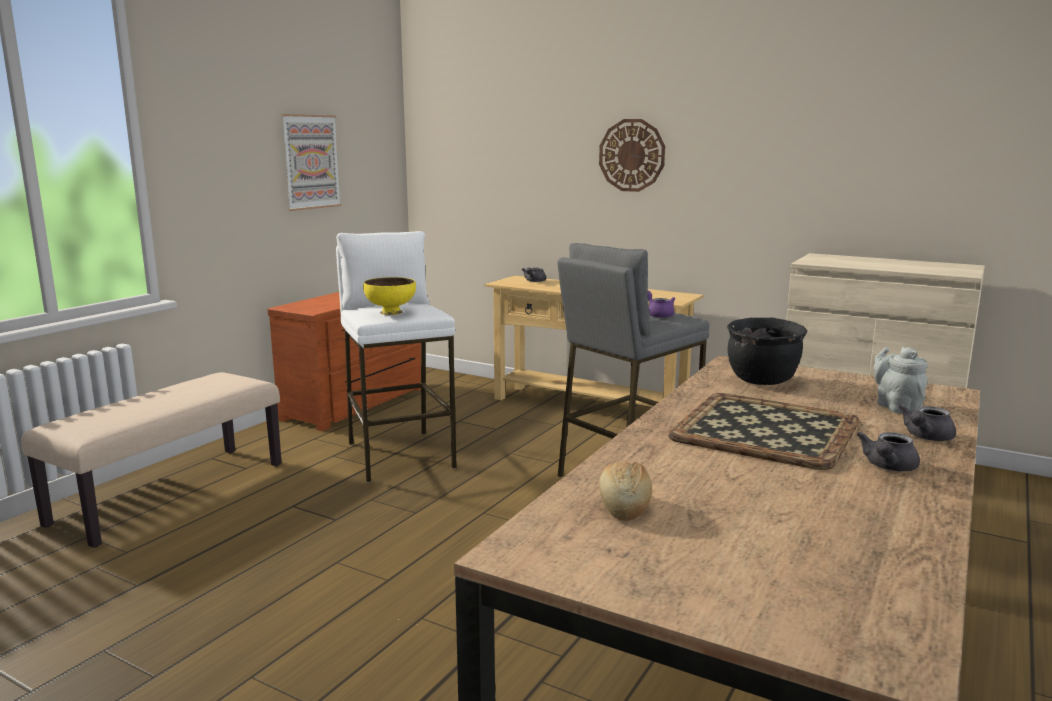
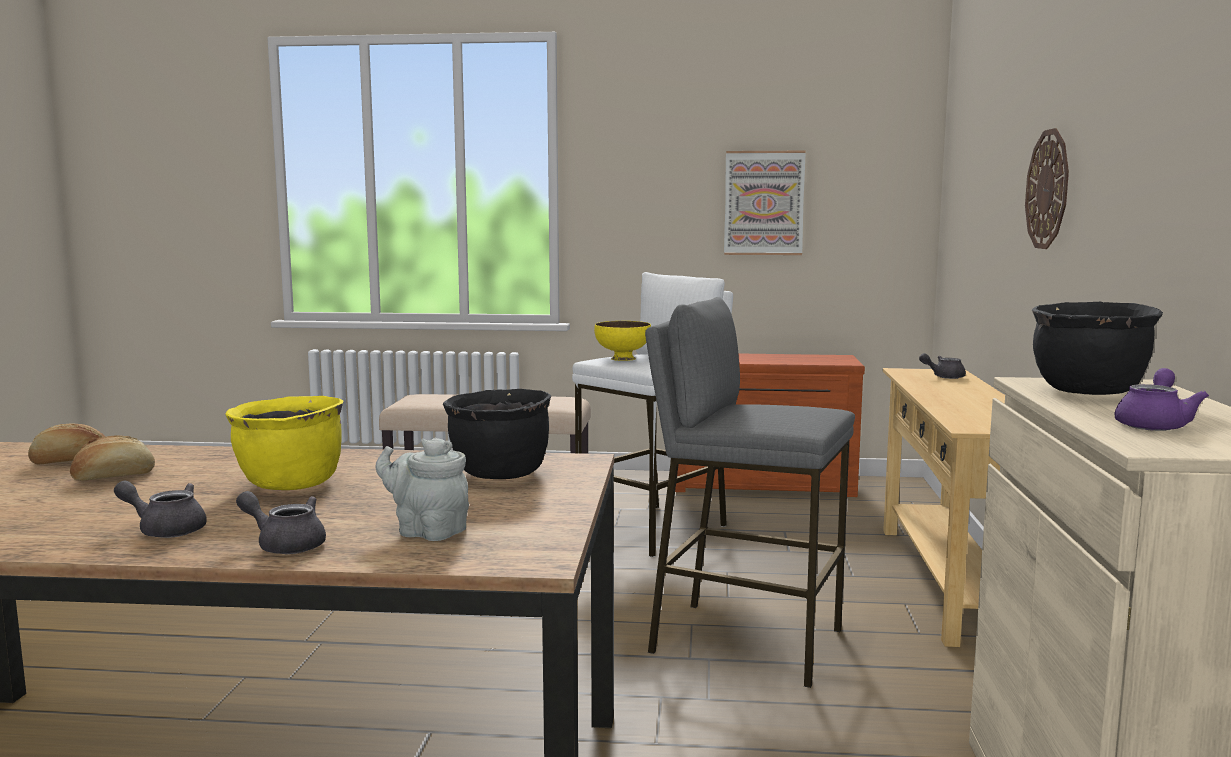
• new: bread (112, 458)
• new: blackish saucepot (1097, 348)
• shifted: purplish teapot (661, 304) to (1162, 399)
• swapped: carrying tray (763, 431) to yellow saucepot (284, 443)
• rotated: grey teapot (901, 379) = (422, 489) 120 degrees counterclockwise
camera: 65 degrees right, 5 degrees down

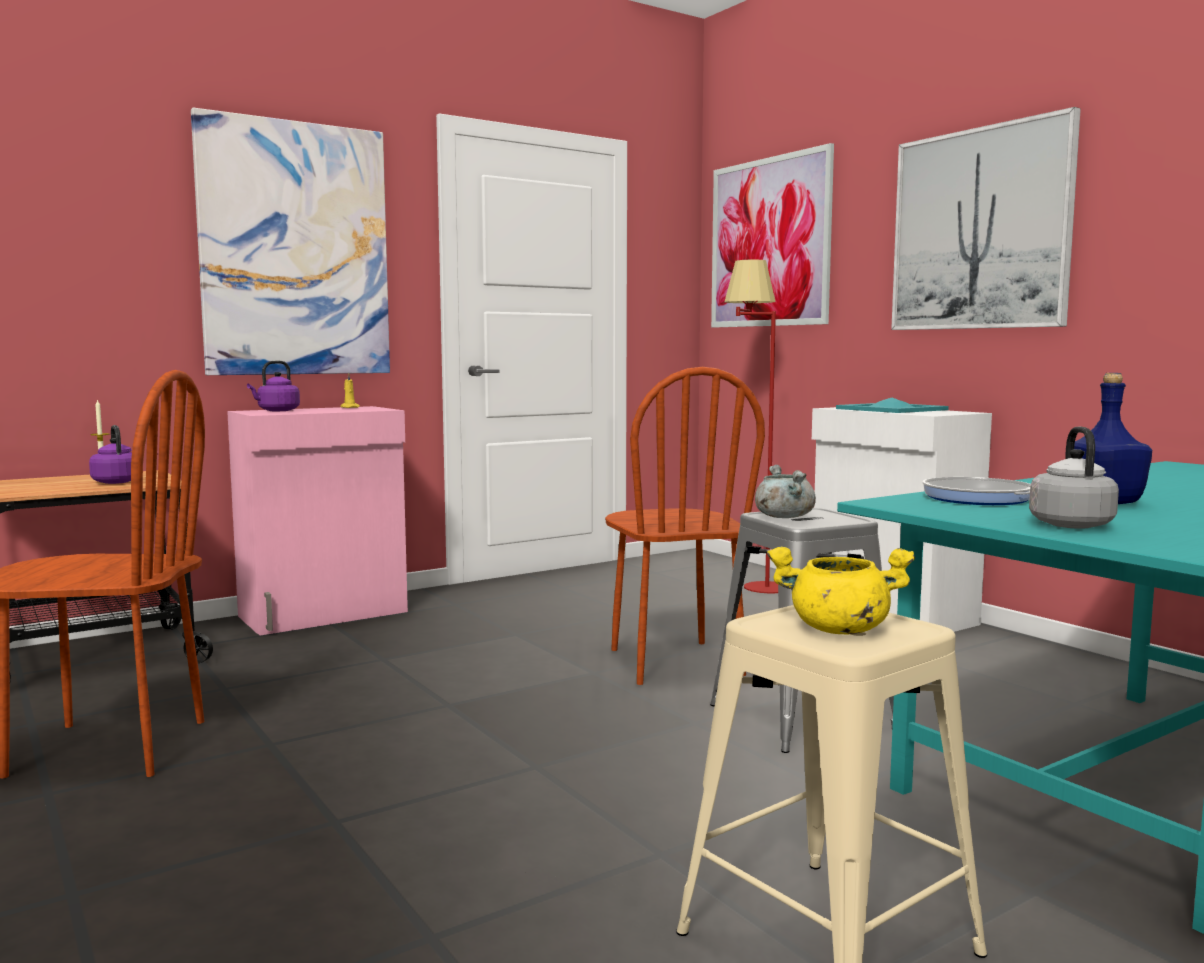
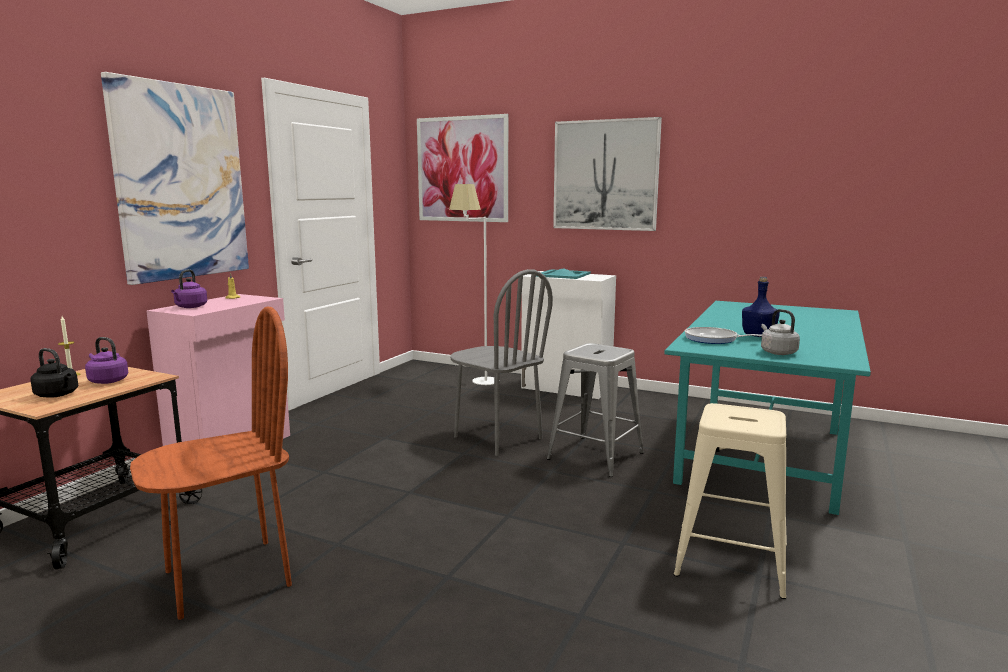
• gone: grey saucepot (785, 491)
• gone: yellow saucepot (841, 590)
• new: blackish tea kettle (54, 373)
• repainted: brown upright chair (685, 526) to grey upright chair (501, 362)
• repainted: red standing lamp (751, 426) to white standing lamp (474, 284)
camera: 30 degrees left, 5 degrees up

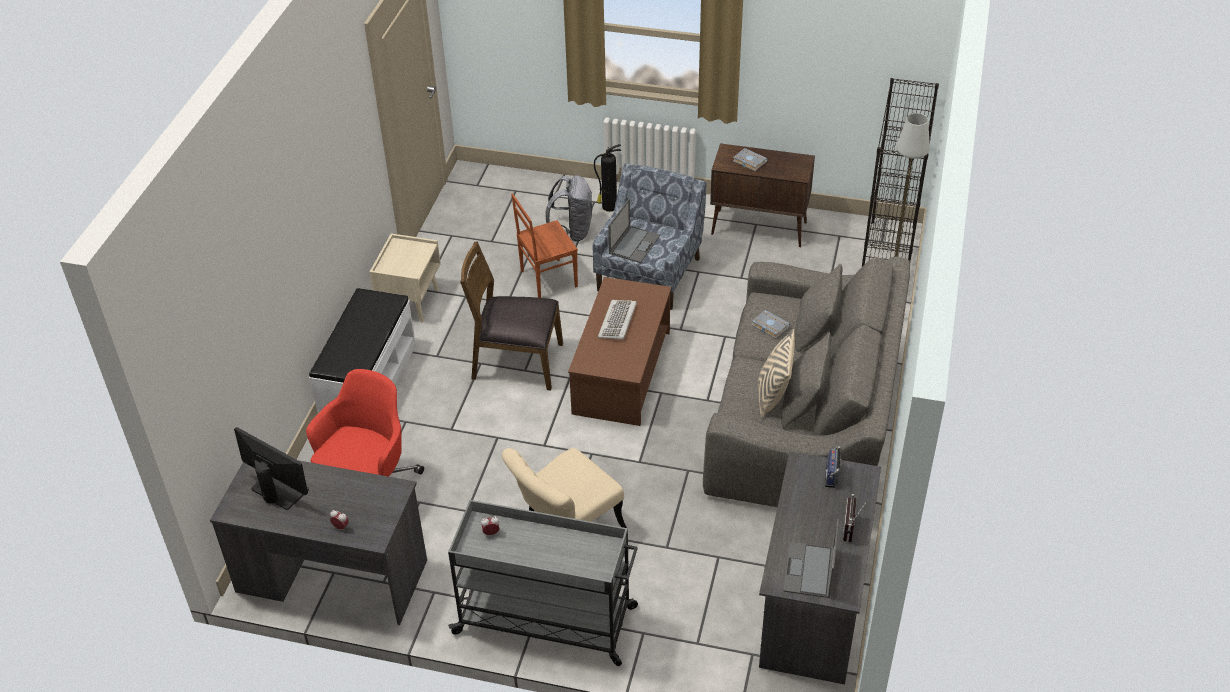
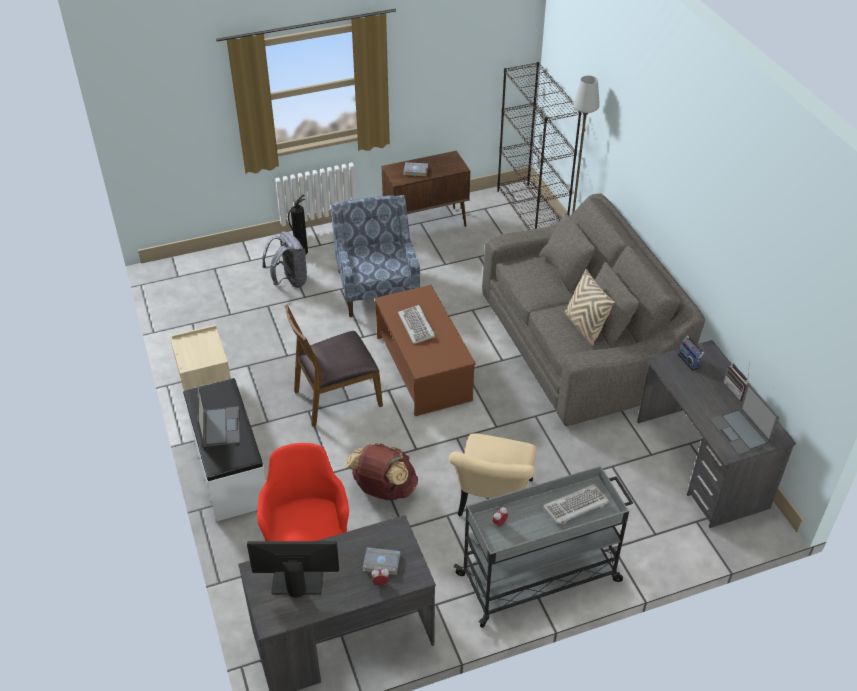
• gone: brown upright chair (544, 245)
• new: brown knapsack (381, 472)
• new: computer keyboard (576, 504)
• shifted: portable computer (634, 231) to (218, 416)
• shifted: grey bound book (770, 324) to (381, 561)
camera: 35 degrees left, 0 degrees up

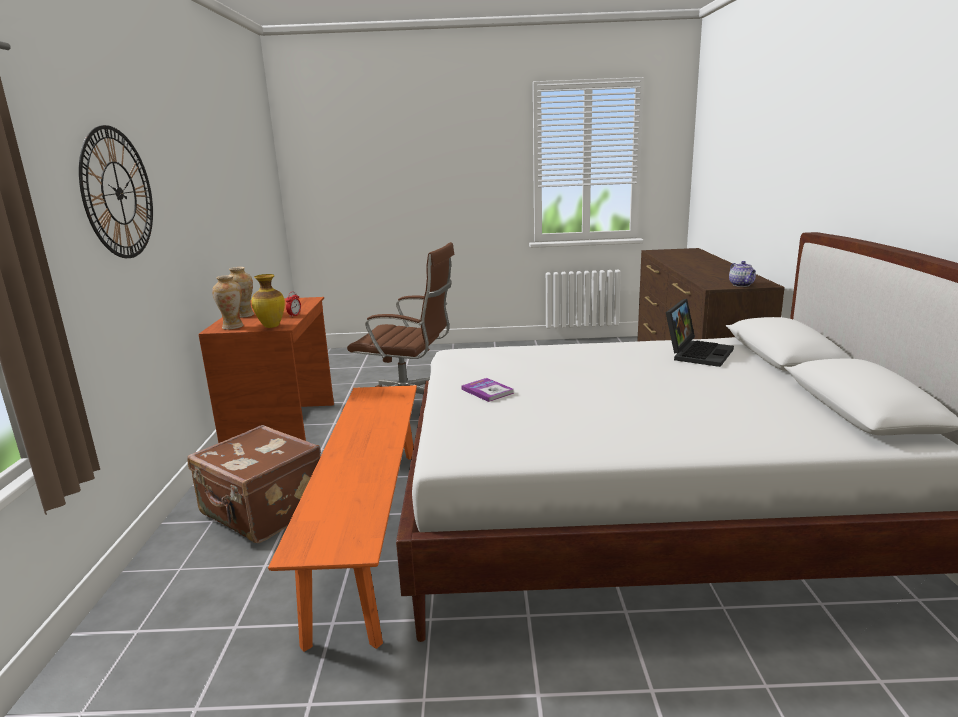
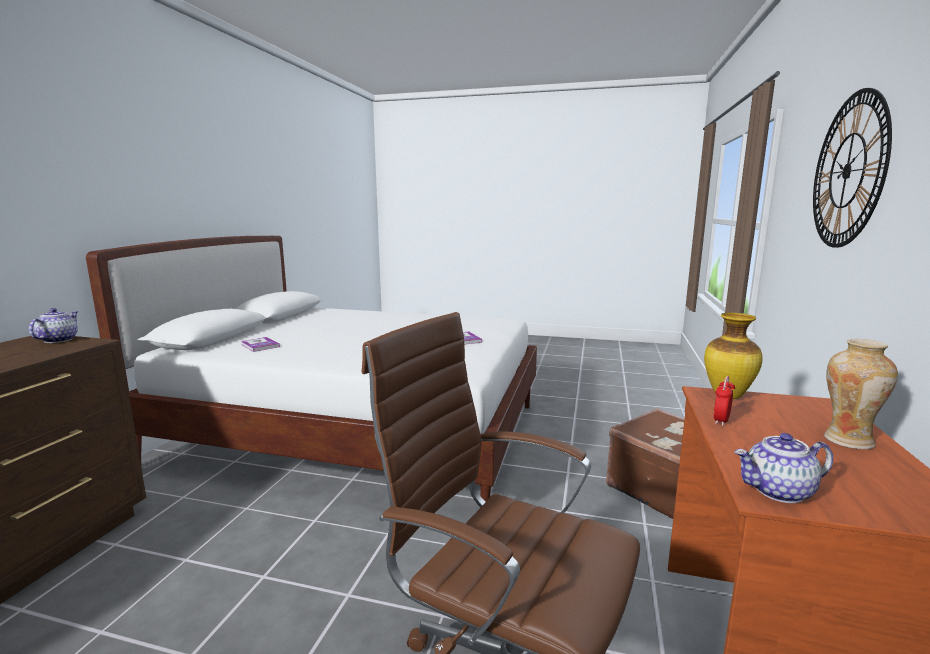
• gone: vase (228, 302)
• gone: orange-coloured bench (342, 518)
• new: teapot (784, 468)
• swapped: portable computer (700, 333) to bound book (260, 344)
camera: 165 degrees left, 5 degrees down

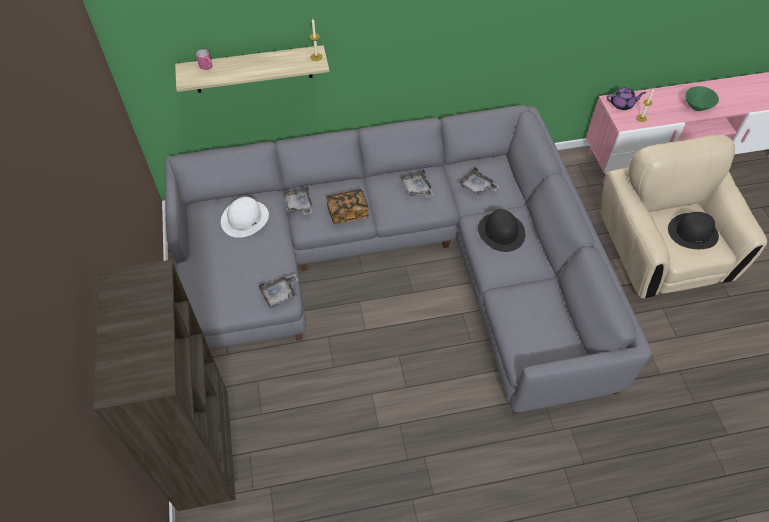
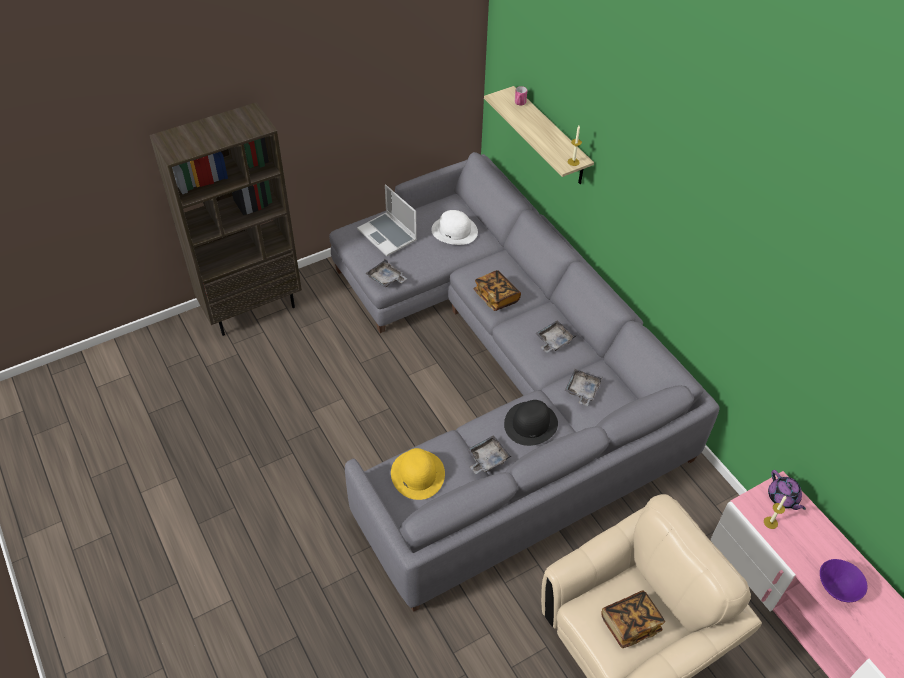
• new: portable computer (387, 220)
• new: yellow wearable hat (418, 474)
• shifted: grey carrying tray (297, 200) to (489, 454)
• swapped: blackish wearable hat (693, 230) to bound book (633, 619)
• repainted: greenish deep dish (702, 98) to purplish deep dish (843, 580)
camera: 70 degrees right, 5 degrees down

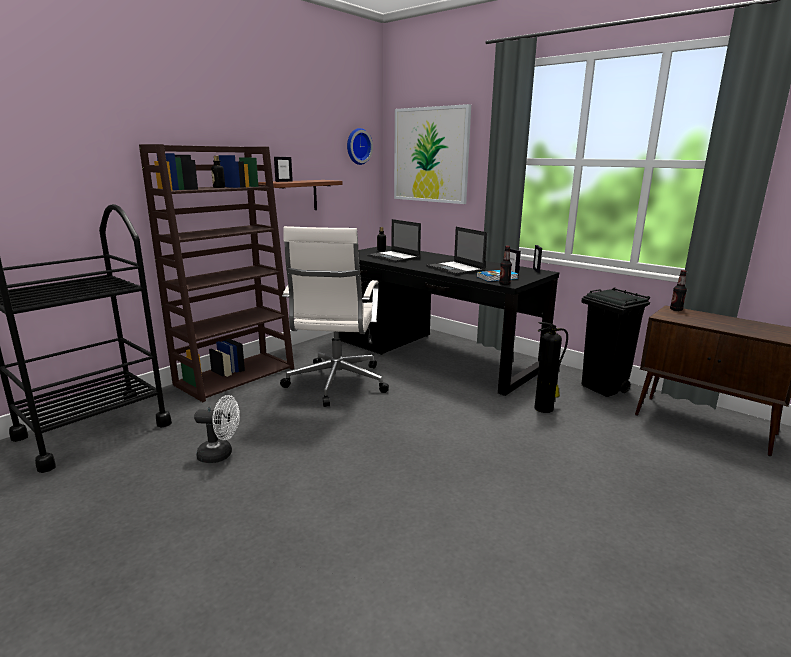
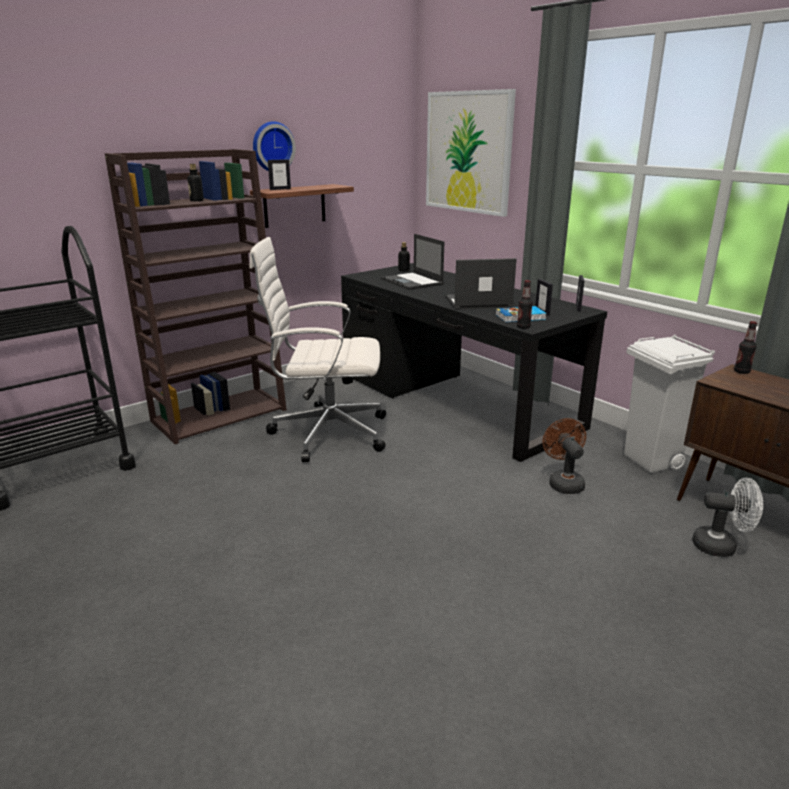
• shifted: white fan (217, 429) to (727, 517)
• shifted: hanging clock (360, 146) to (274, 146)
• swapped: fire-fighting cylinder (551, 367) to brown fan (564, 456)
• repainted: blackish rubbish bin (615, 342) to white rubbish bin (669, 404)
• rotated: white desk chair (334, 316) = (318, 349) 75 degrees clockwise
• rotated: portable computer (456, 251) = (481, 283) 105 degrees clockwise
camera: 10 degrees right, 5 degrees up

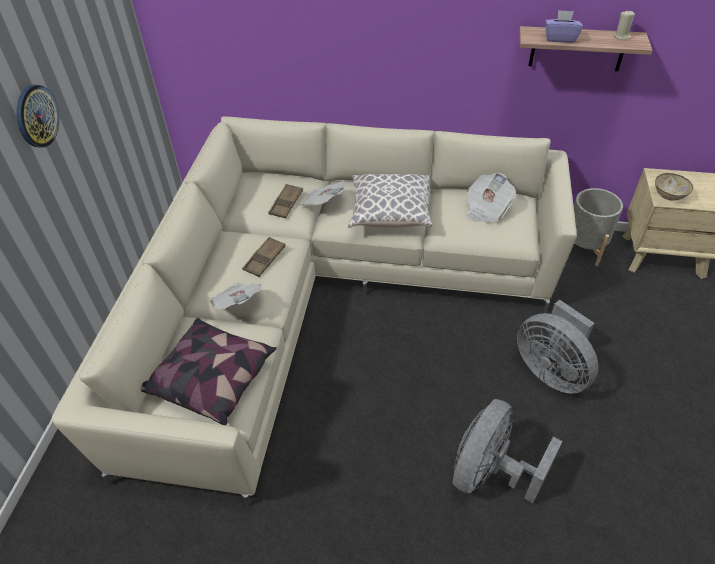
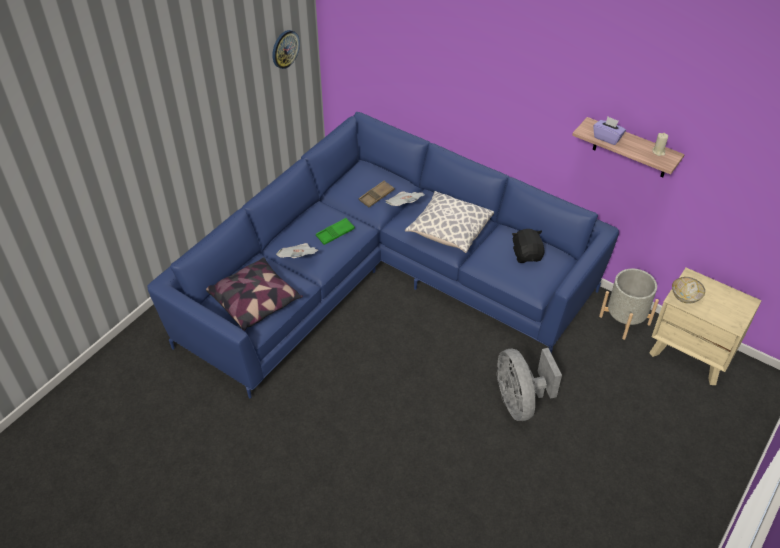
• gone: grey fan (507, 451)
• shifted: hanging clock (37, 116) to (286, 49)
• swapped: daily paper (491, 198) to blackish soft toy (528, 246)
• repainted: sand-coloured sofa (314, 311) to bluish sofa (383, 255)
• repainted: brown carrying tray (264, 257) to greenish carrying tray (335, 231)
camera: 25 degrees right, 0 degrees up

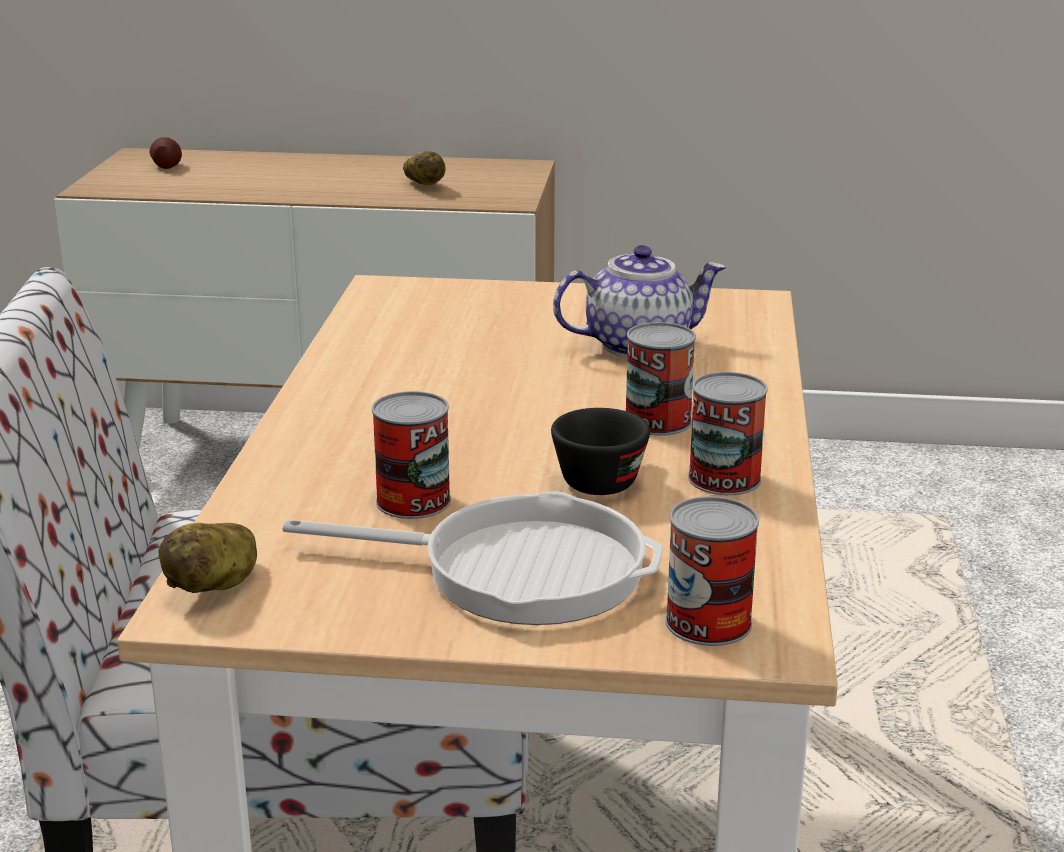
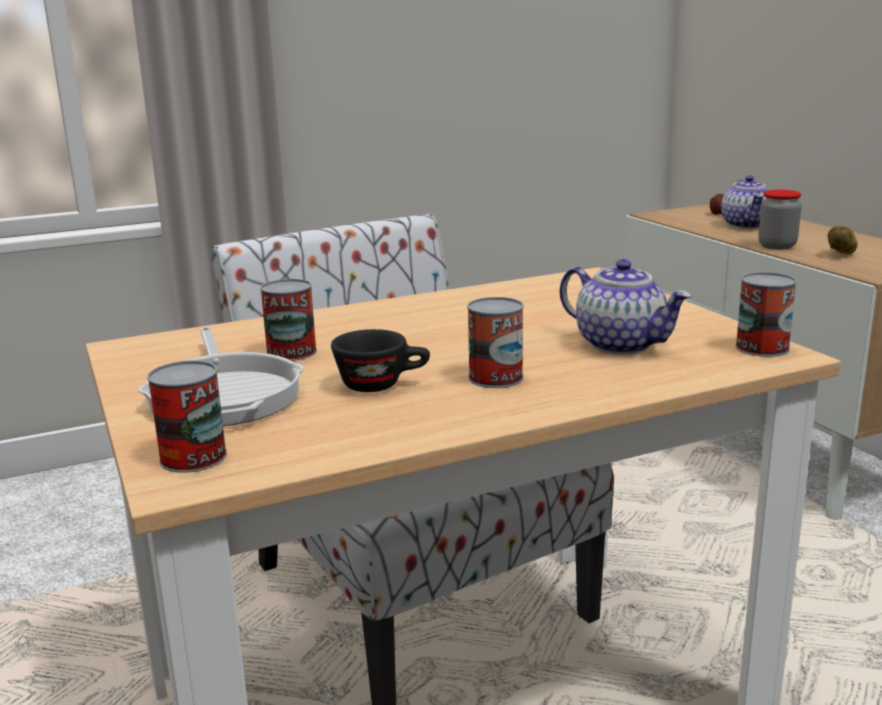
• gone: whole potato (207, 558)
• new: teapot (744, 202)
• new: storage jar (780, 219)
• shifted: sealed can (728, 433) to (766, 314)
camera: 60 degrees right, 5 degrees down

